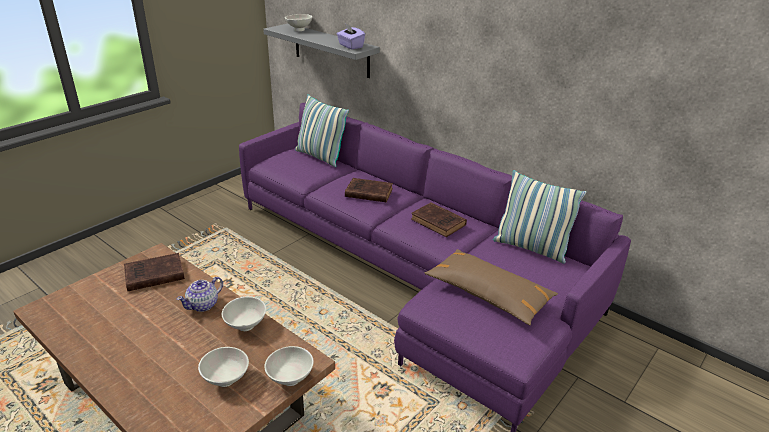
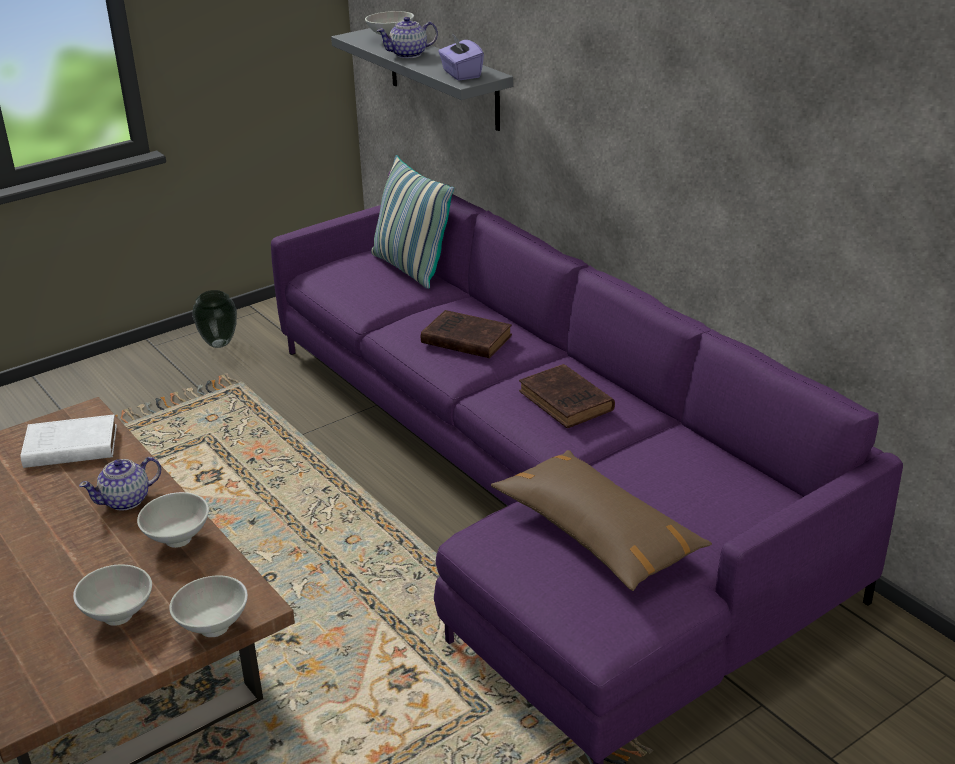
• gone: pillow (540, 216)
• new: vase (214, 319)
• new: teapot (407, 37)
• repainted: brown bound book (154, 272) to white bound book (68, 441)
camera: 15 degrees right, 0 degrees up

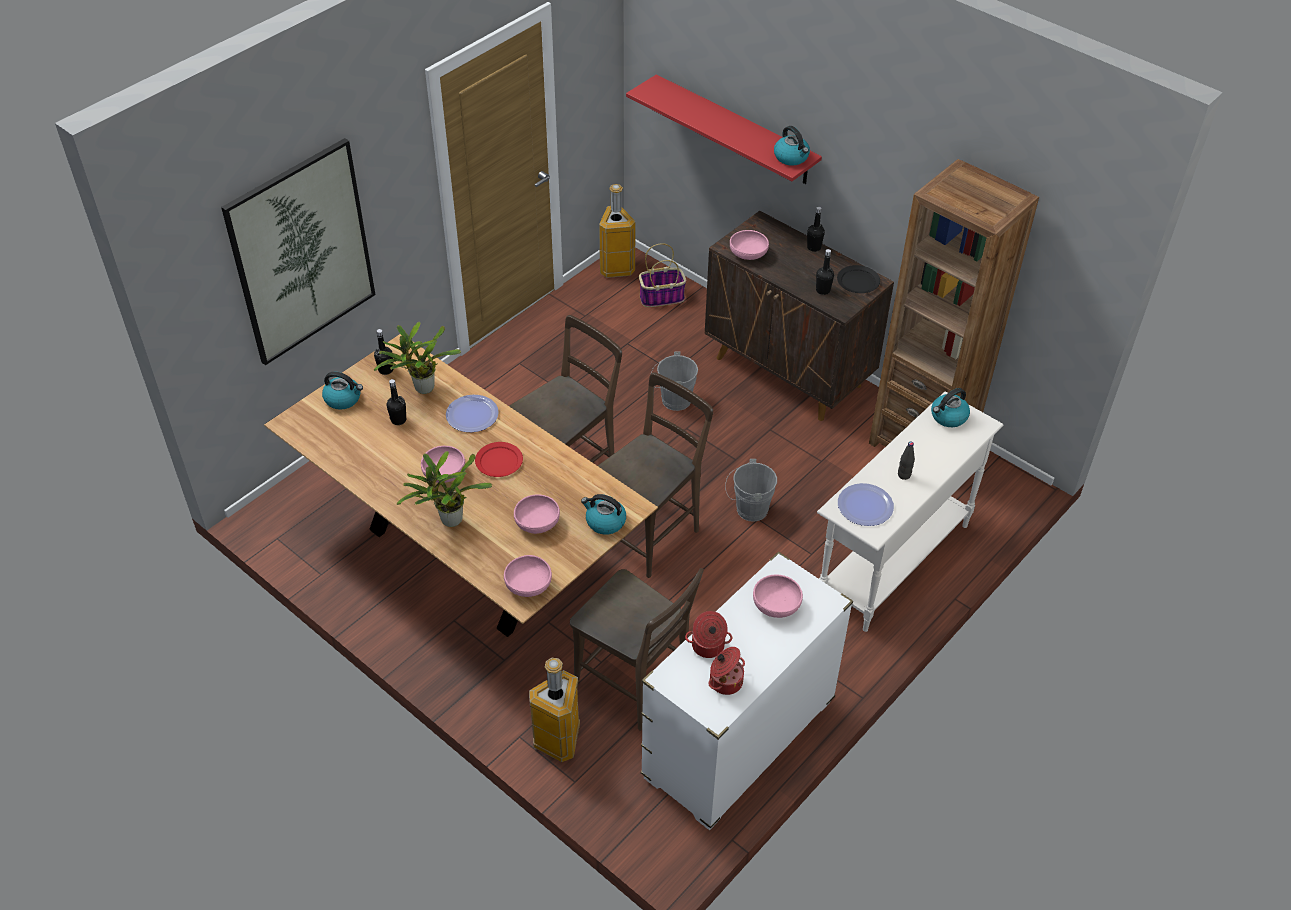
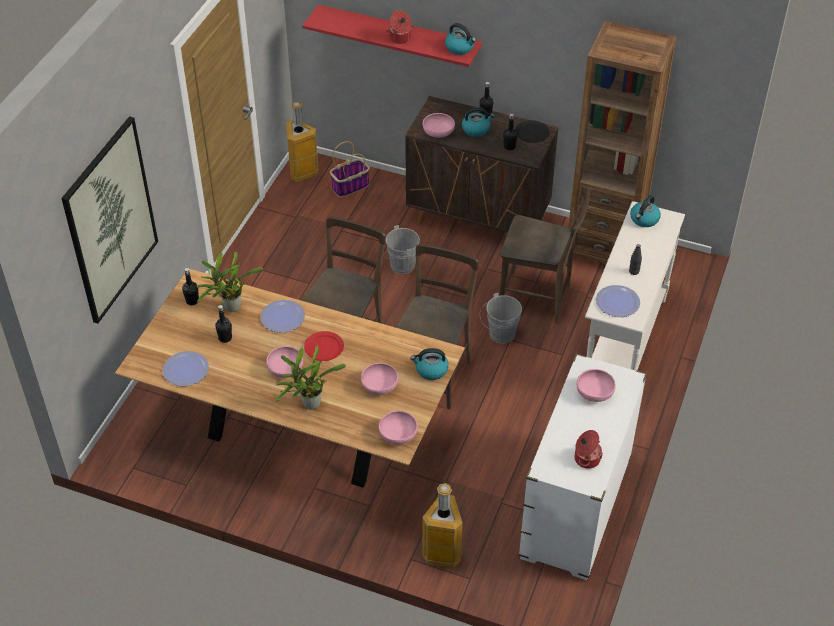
• new: plate (186, 368)
• shifted: tea kettle (342, 391) to (478, 122)
• shifted: brown upright chair (637, 649) to (544, 256)
• shifted: saucepot (708, 634) to (400, 27)
camera: 20 degrees left, 0 degrees up

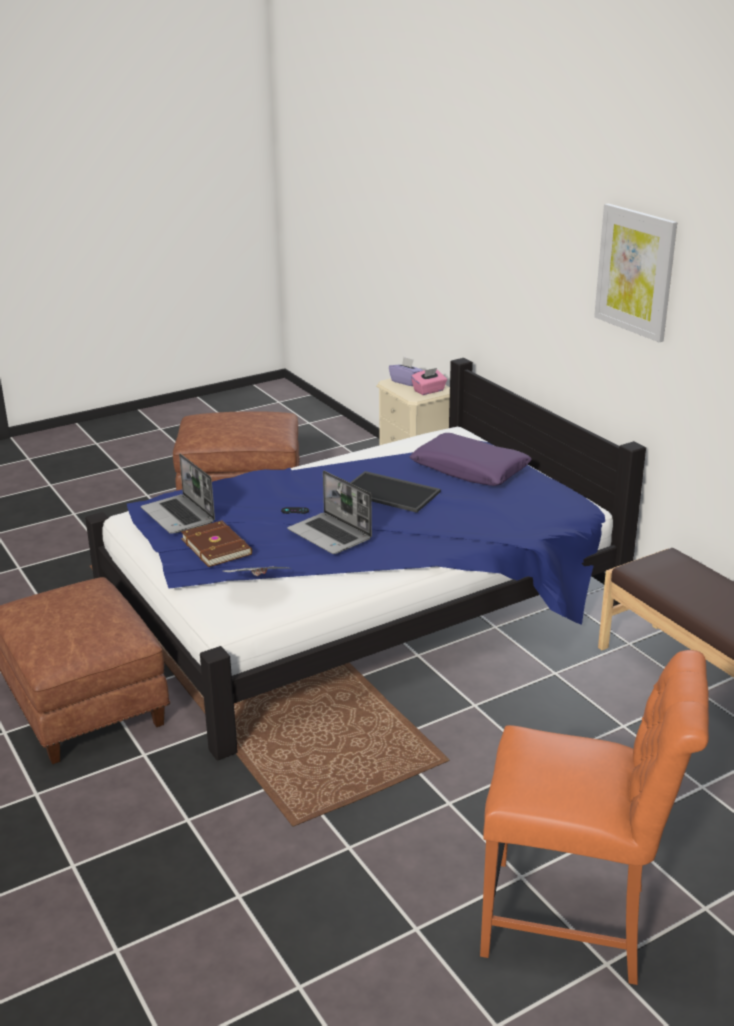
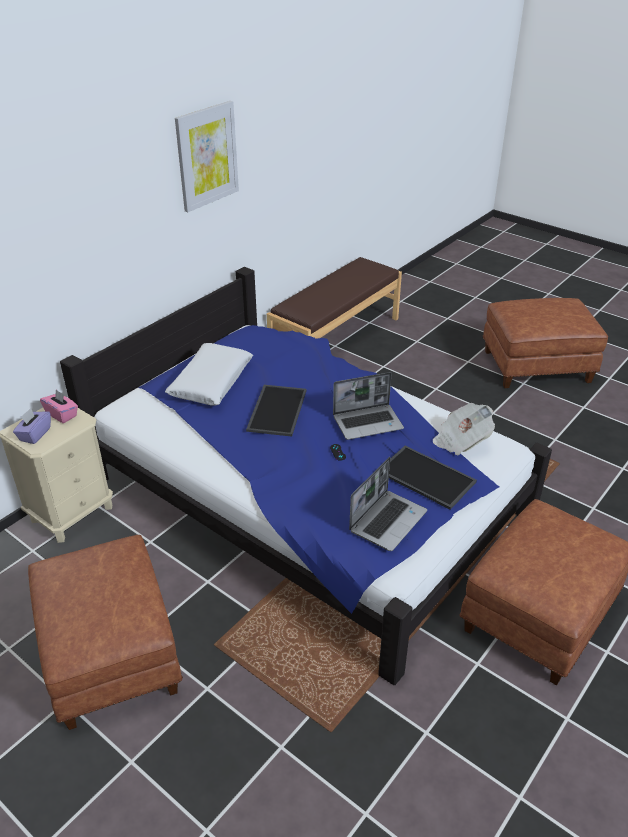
• swapped: brown bound book (216, 543) to carrying tray (433, 478)
• swapped: orange-coloured upright chair (594, 817) to brown ottoman (545, 343)
• repainted: purplish pillow (471, 459) to white pillow (209, 374)
• rotated: portable computer (329, 512) = (368, 406) 45 degrees clockwise
camera: 110 degrees left, 10 degrees up

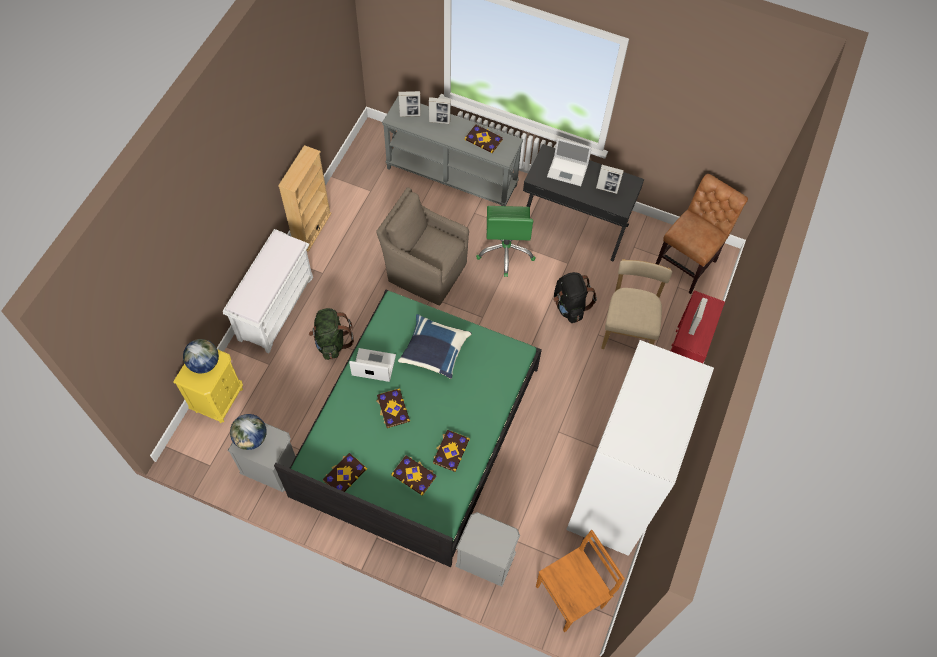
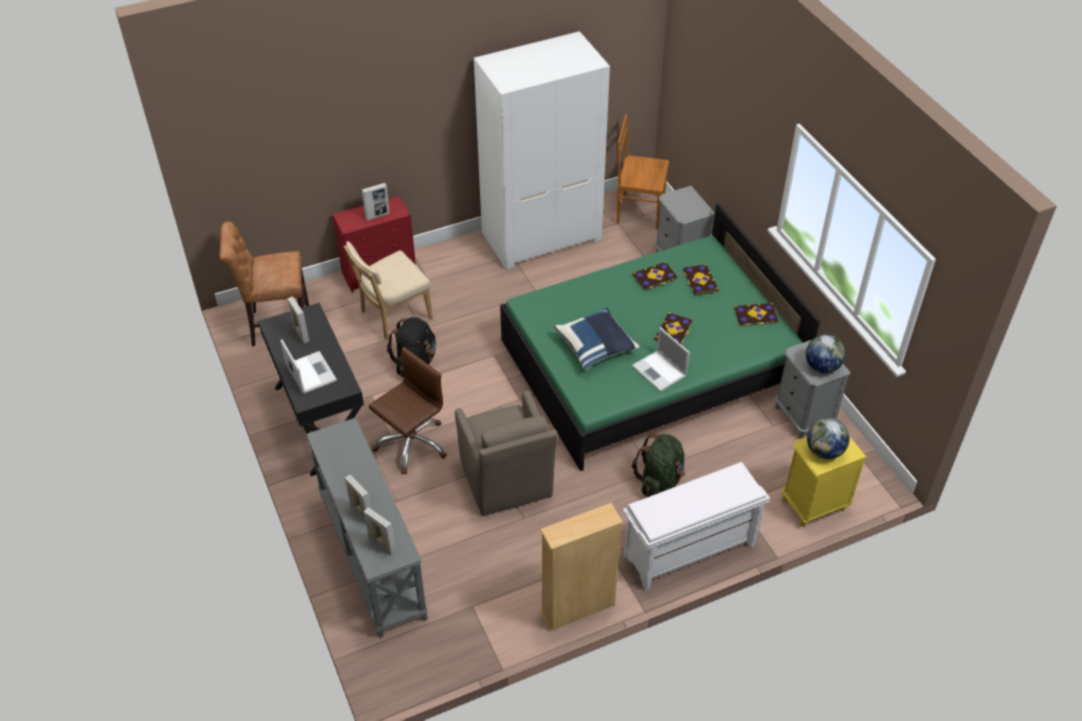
• gone: bound book (483, 138)
• repainted: greenish desk chair (506, 241) to brown desk chair (408, 410)
camera: 135 degrees left, 15 degrees down

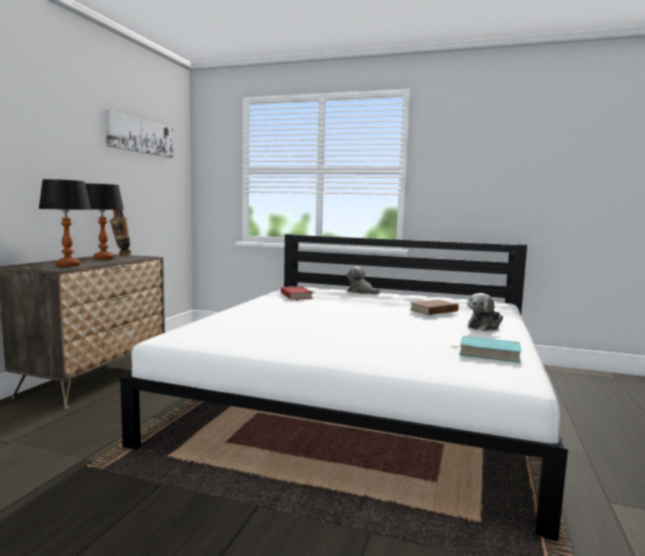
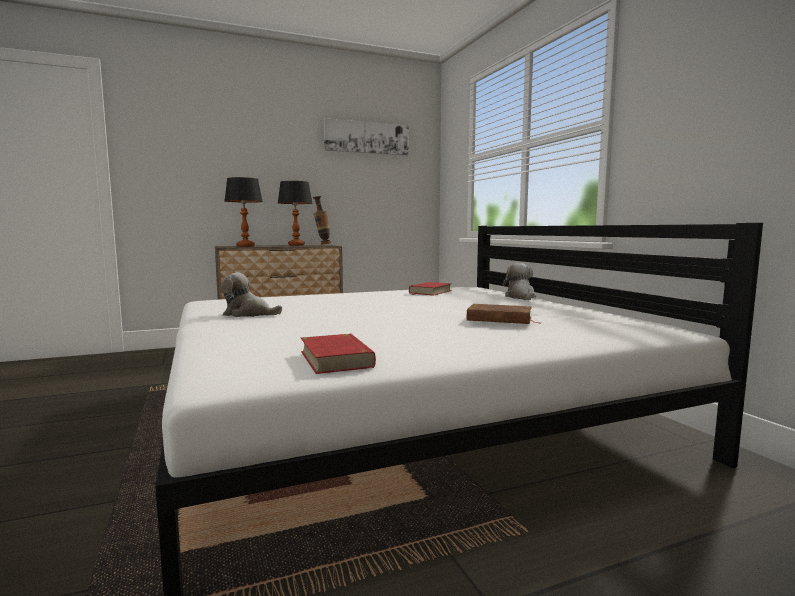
• shifted: soft toy (485, 312) to (251, 295)
• repainted: turquoise-coloured bound book (486, 349) to red bound book (338, 354)
camera: 50 degrees right, 0 degrees up

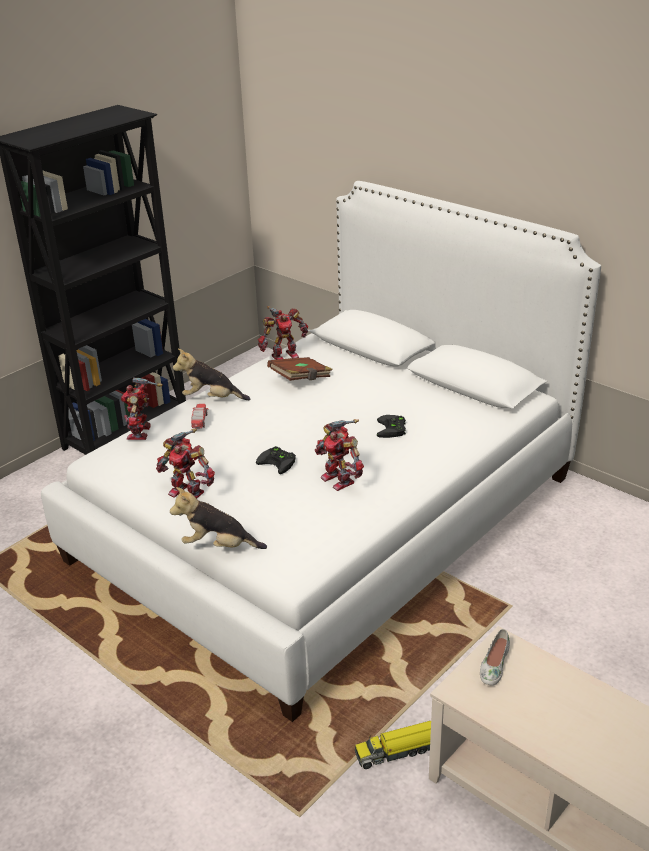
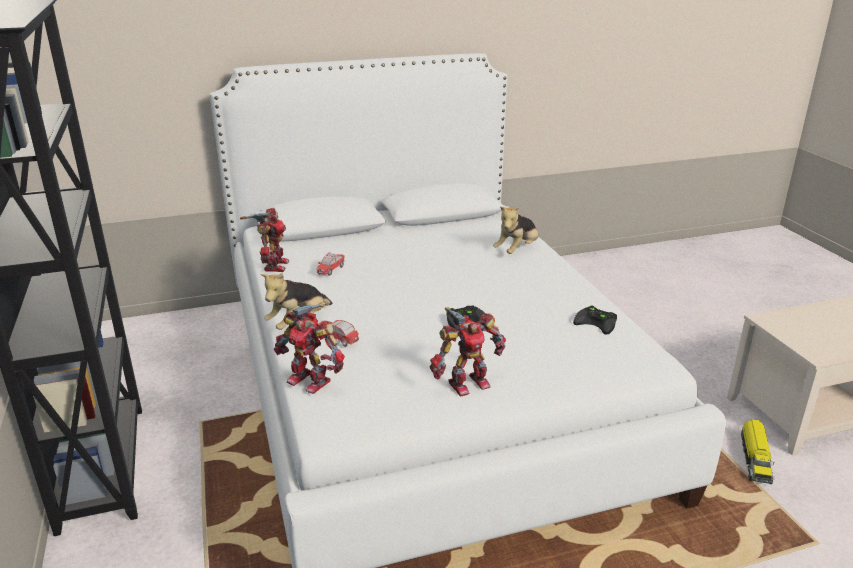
• gone: toy robot (339, 455)
• gone: white item of footwear (495, 657)
• shifted: soft toy (218, 518) to (516, 229)
• shifted: blackish joypad (391, 426) to (595, 320)
• swapped: brown bound book (300, 369) to miniature car (330, 264)
camera: 60 degrees left, 5 degrees down

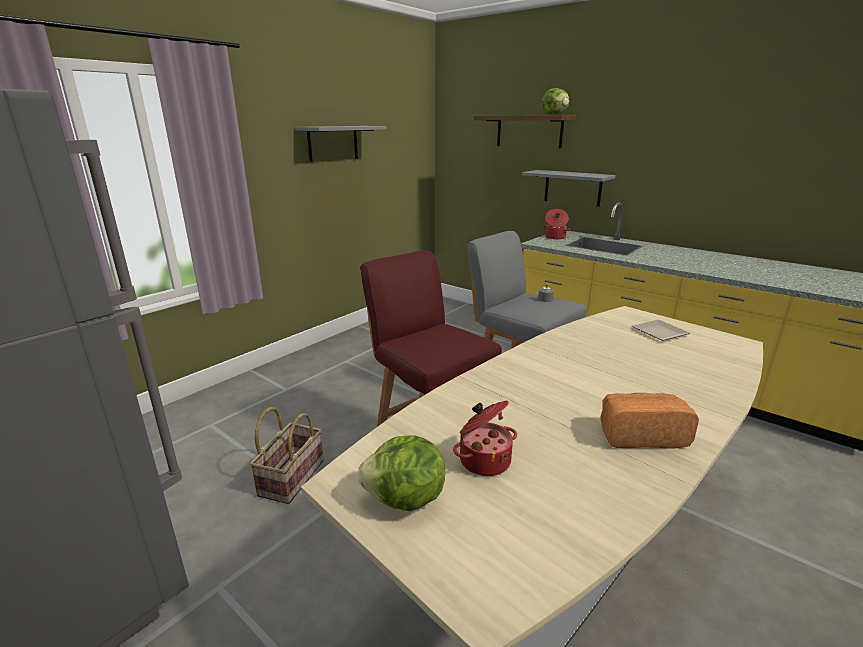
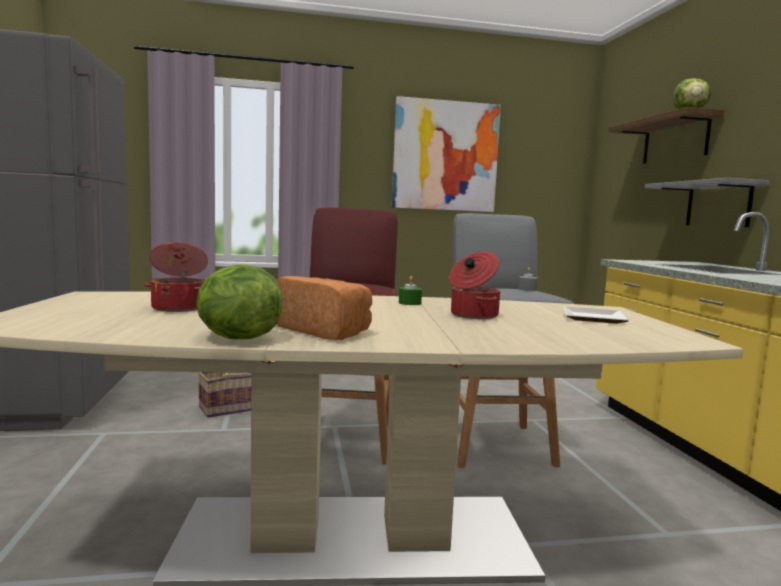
• new: greenish candle (410, 290)
• shifted: lettuce (401, 473) to (239, 302)
• shifted: saucepot (556, 224) to (474, 285)
• swapped: grey bracket shelf (341, 144) to picture (446, 154)
camera: 40 degrees right, 15 degrees down

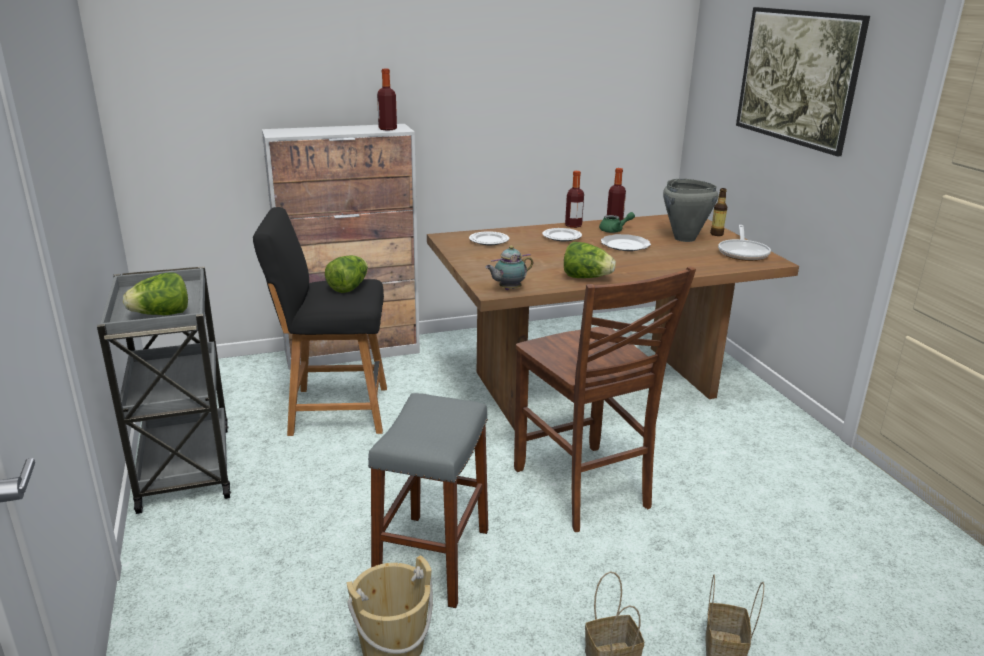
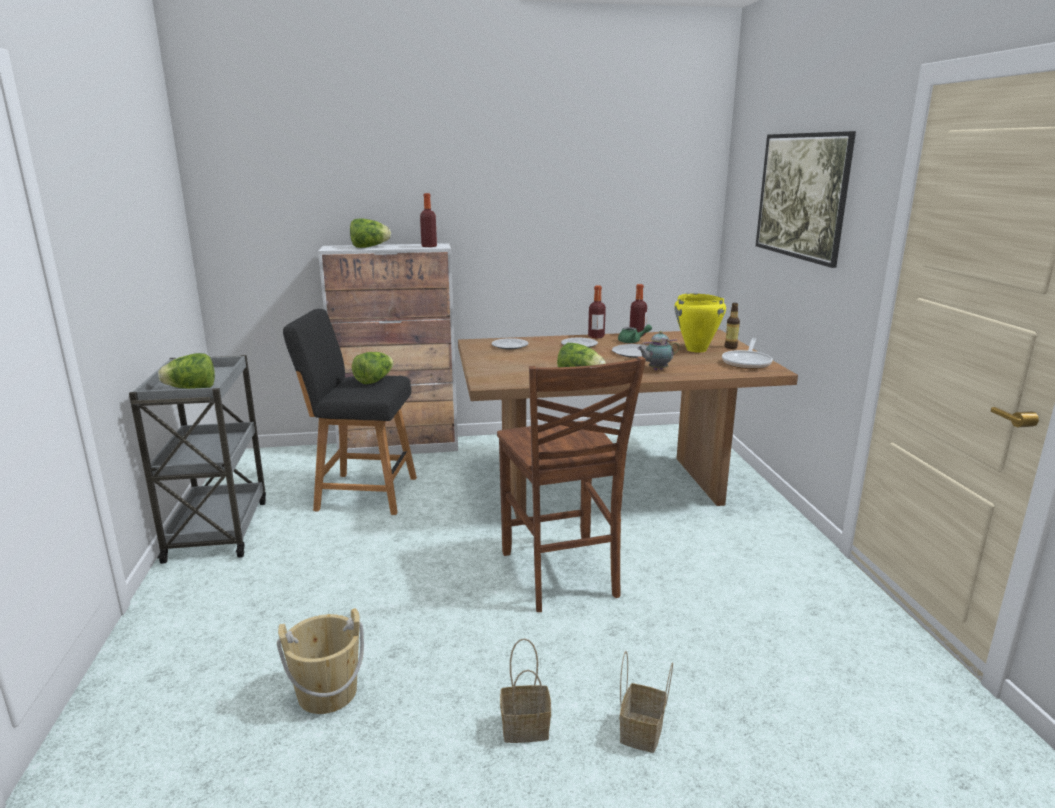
• gone: grey stool seat (428, 500)
• new: lettuce (370, 233)
• shifted: teapot (509, 268) to (658, 350)
• repainted: grey saucepot (690, 210) to yellow saucepot (700, 323)
camera: 10 degrees right, 5 degrees down

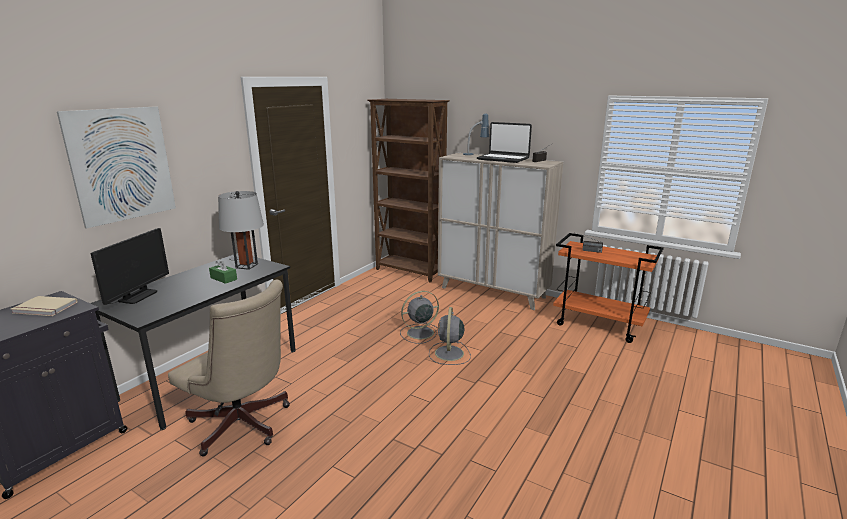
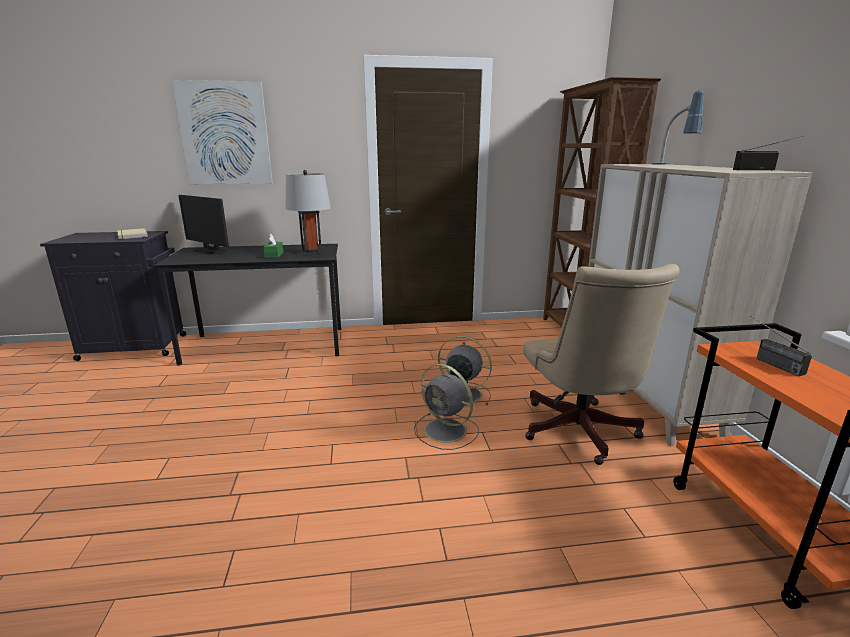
• gone: portable computer (504, 142)
• shifted: sand-coloured desk chair (229, 368) to (601, 364)
• rotated: monitor (130, 266) = (203, 224) 60 degrees clockwise
• rotated: grey fan (450, 336) = (446, 407) 105 degrees counterclockwise
camera: 50 degrees right, 0 degrees up

